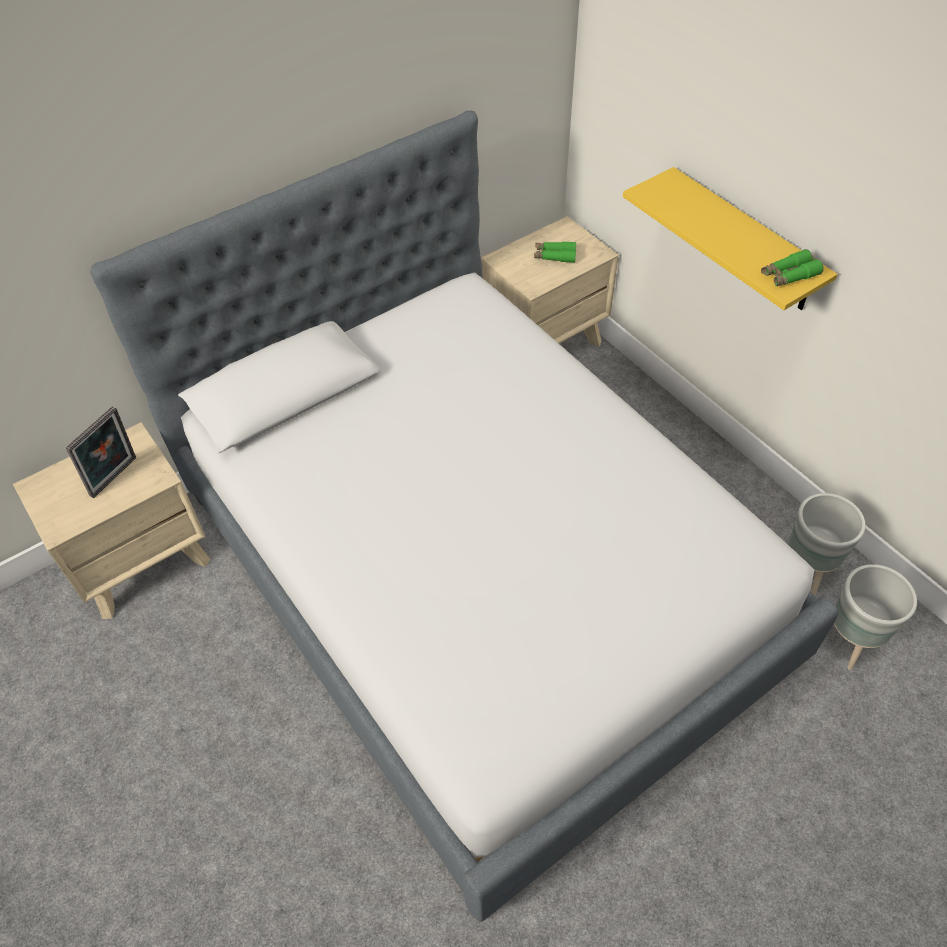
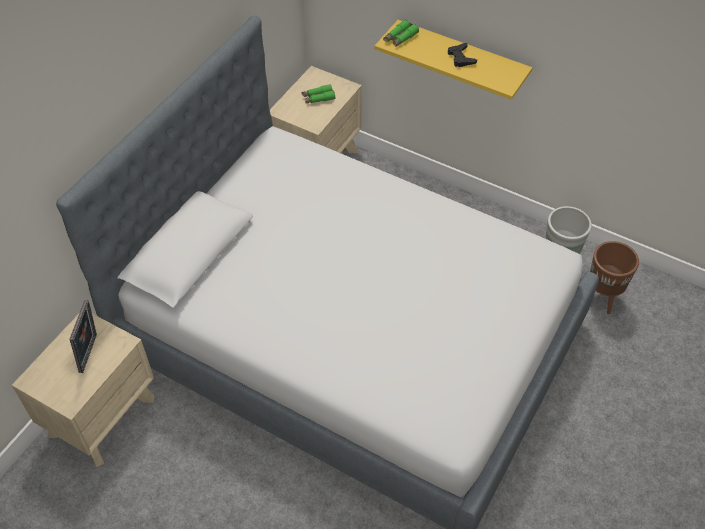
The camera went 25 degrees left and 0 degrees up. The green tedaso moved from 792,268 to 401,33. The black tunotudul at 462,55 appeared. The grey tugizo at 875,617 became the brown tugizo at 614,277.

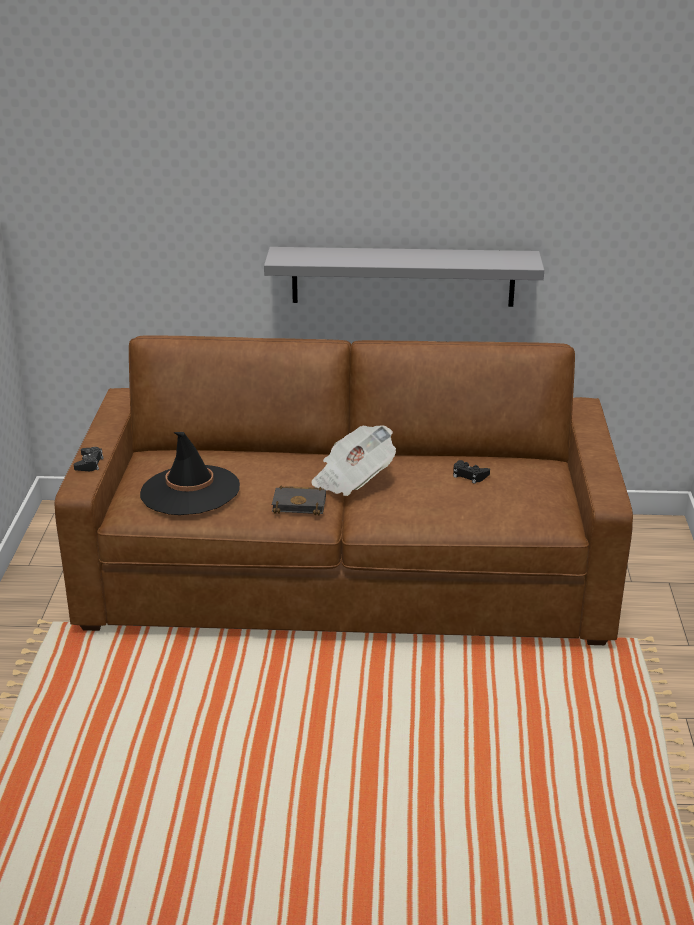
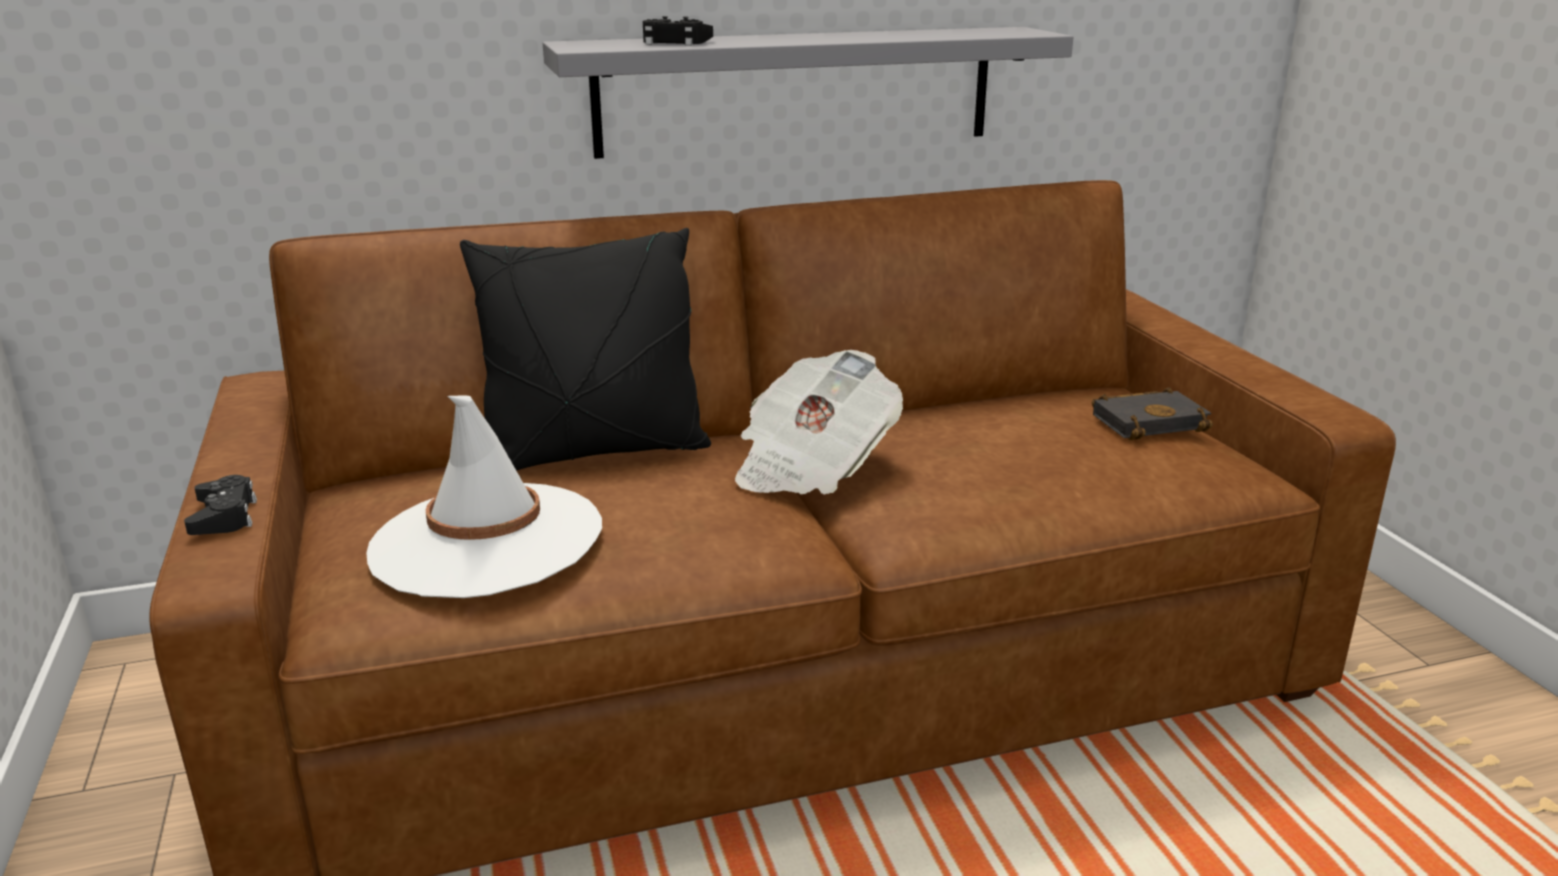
The camera went 20 degrees left and 5 degrees down. The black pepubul at 190,473 became the white pepubul at 484,496. The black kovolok at 585,349 appeared. The black tunotudul moved from 471,471 to 678,30. The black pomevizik moved from 299,500 to 1152,413.

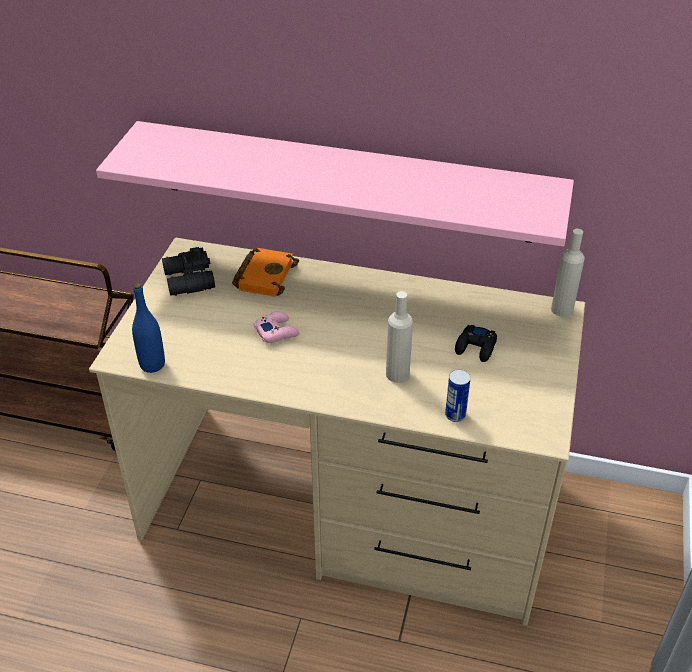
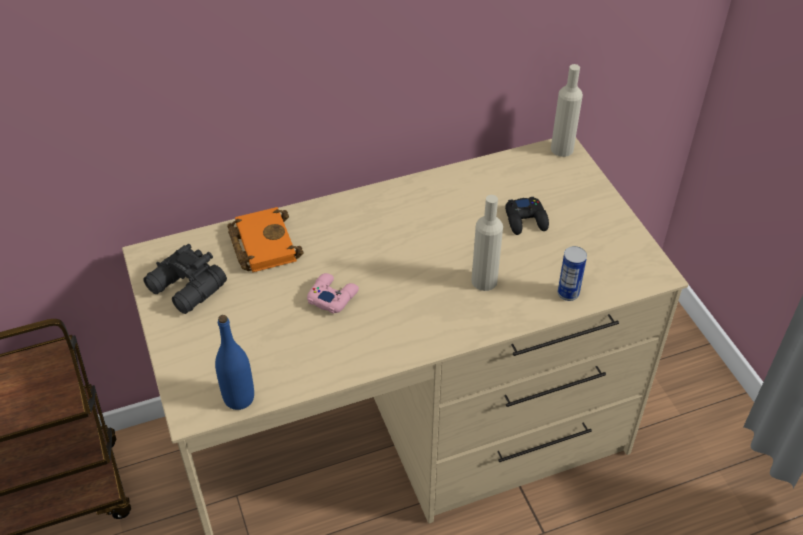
The camera went 35 degrees left and 5 degrees up. The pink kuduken at 335,184 disappeared.

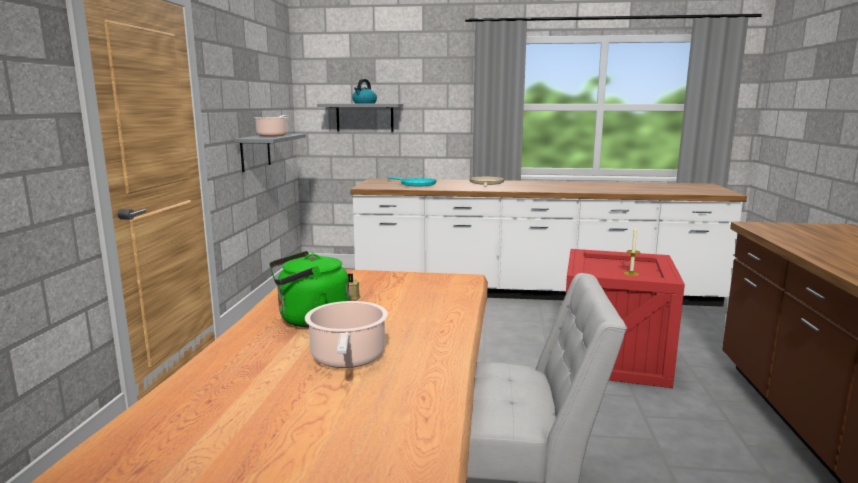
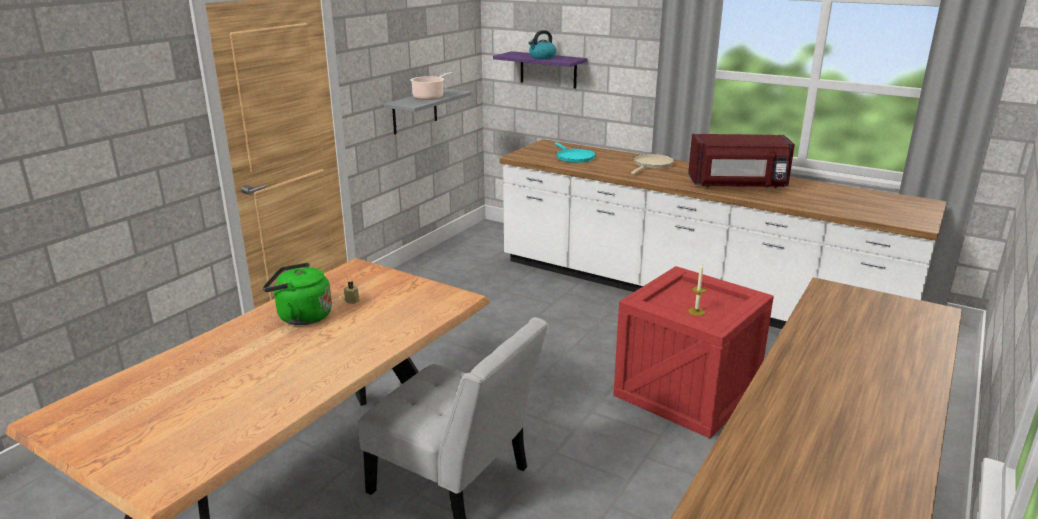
The camera went 25 degrees right and 10 degrees up. The grey kuduken at 360,118 became the purple kuduken at 540,70. The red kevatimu at 741,161 appeared. The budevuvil at 346,334 disappeared.

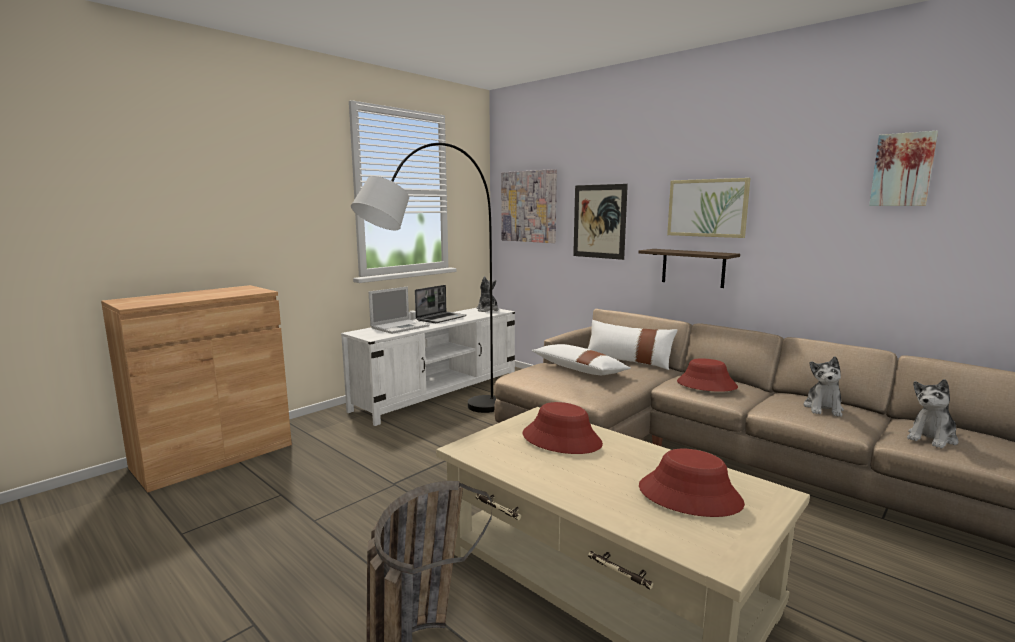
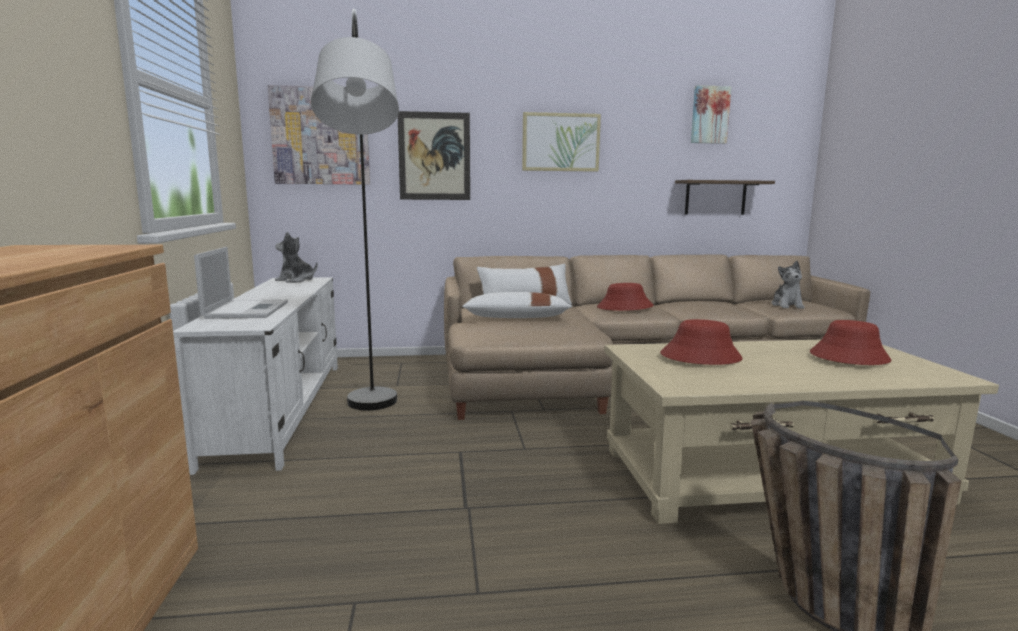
The camera went 50 degrees left and 0 degrees up. The kuduken moved from 689,268 to 725,197. The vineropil at 441,304 disappeared. The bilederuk at 824,386 disappeared.

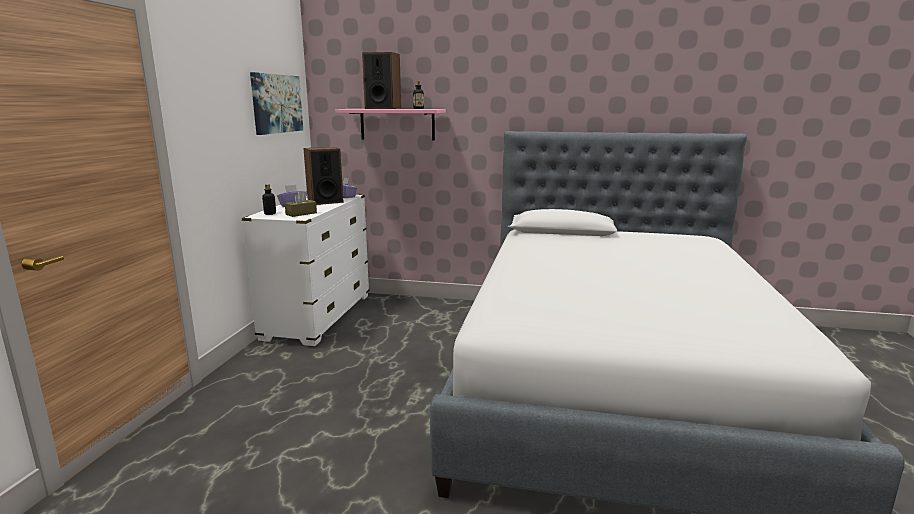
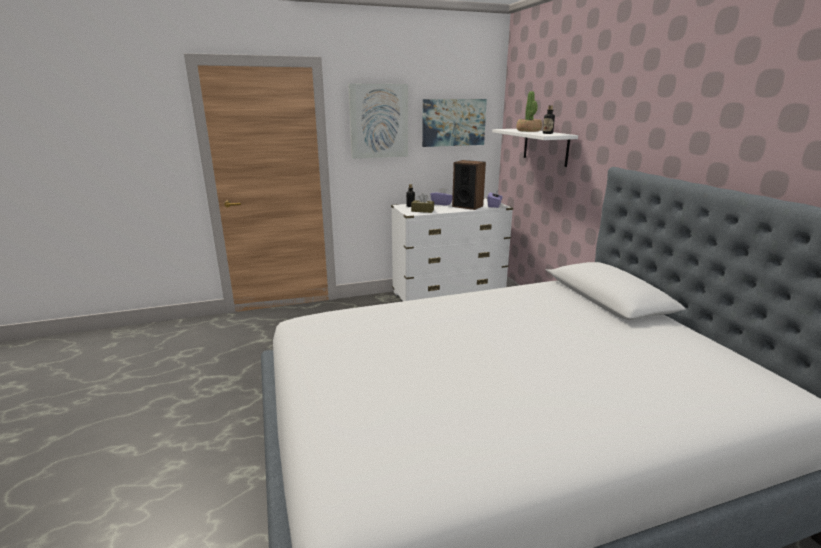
The camera went 60 degrees right and 5 degrees up. The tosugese at 378,121 appeared. The pink kuduken at 390,125 became the white kuduken at 535,148. The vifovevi at 381,80 was replaced by the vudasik at 529,111.

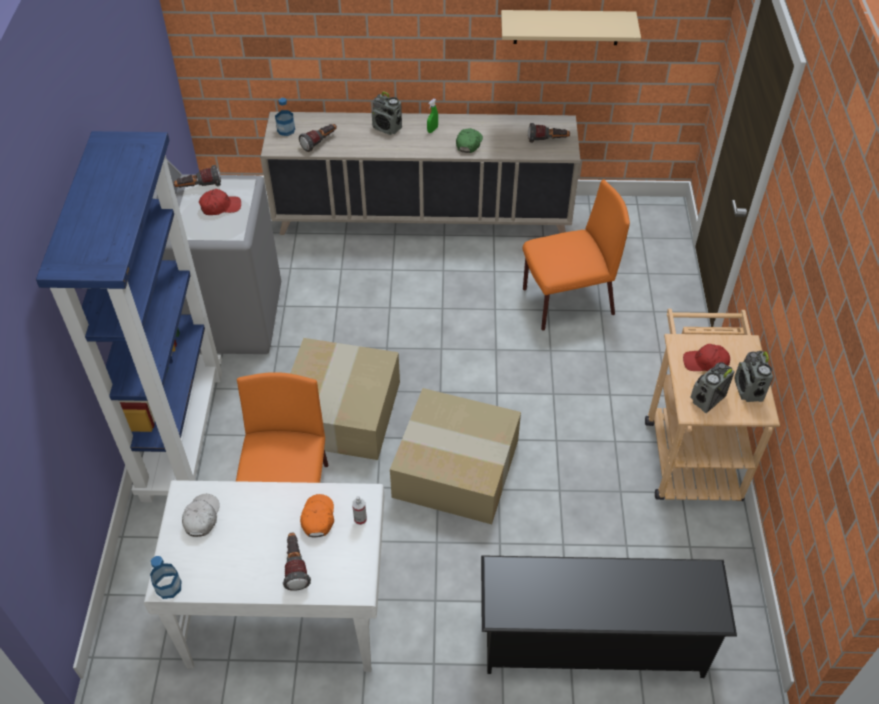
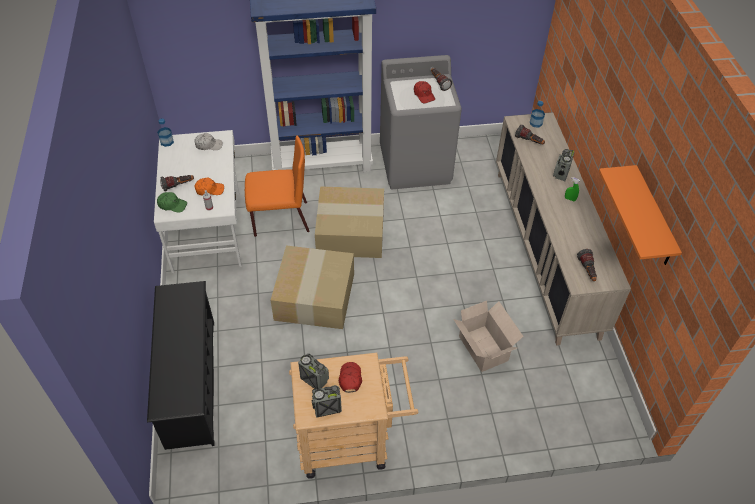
The camera went 80 degrees right and 0 degrees up. The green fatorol moved from 469,140 to 172,202. The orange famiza at 576,255 was replaced by the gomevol at 488,336. The beige kuduken at 571,27 became the orange kuduken at 640,215.

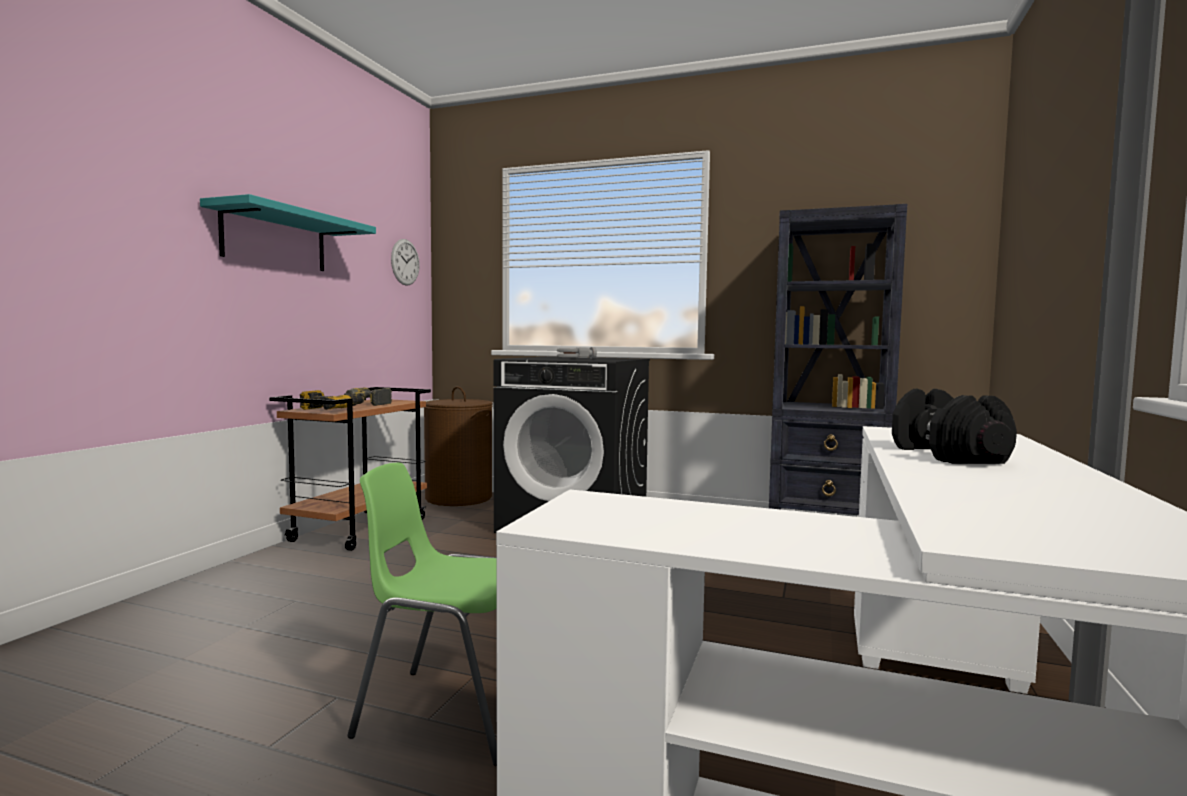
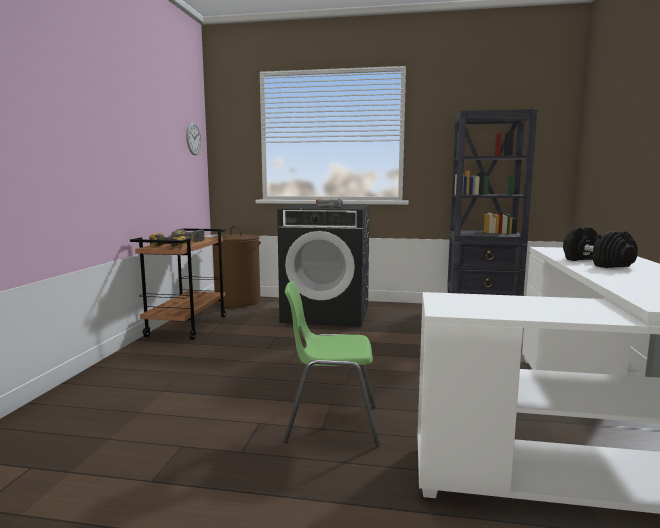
The camera went 10 degrees left and 5 degrees up. The turquoise kuduken at 288,232 disappeared.

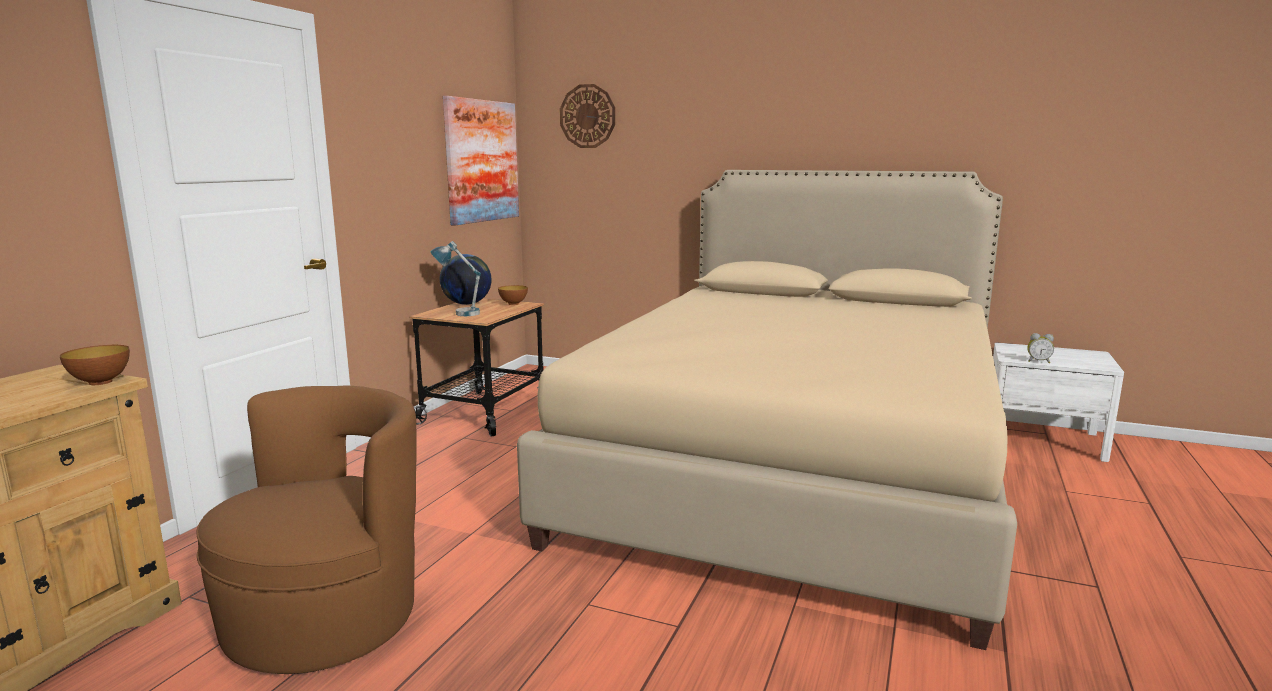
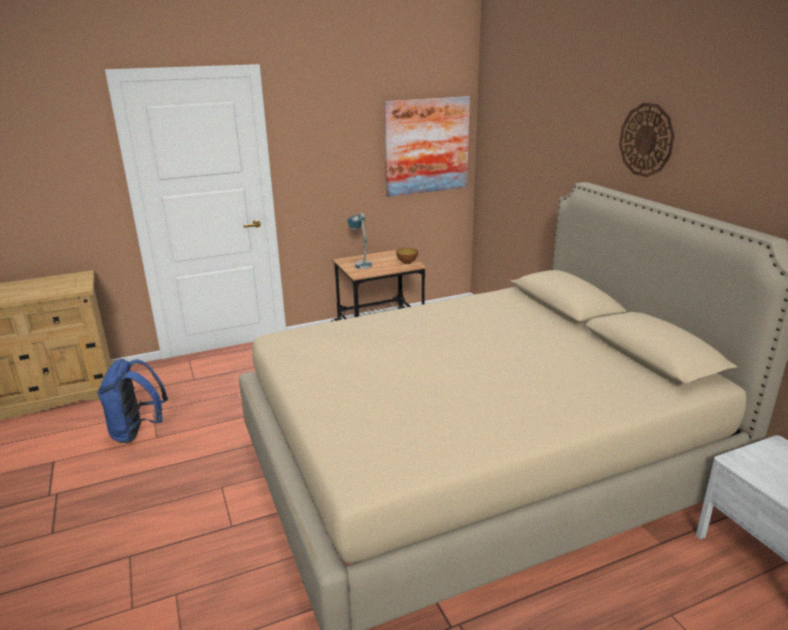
The camera went 45 degrees right and 10 degrees up. The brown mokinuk at 306,530 was replaced by the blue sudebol at 132,401. The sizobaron moved from 587,116 to 647,140. The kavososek at 95,365 disappeared. The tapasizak at 465,279 disappeared. The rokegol at 1040,348 disappeared.

